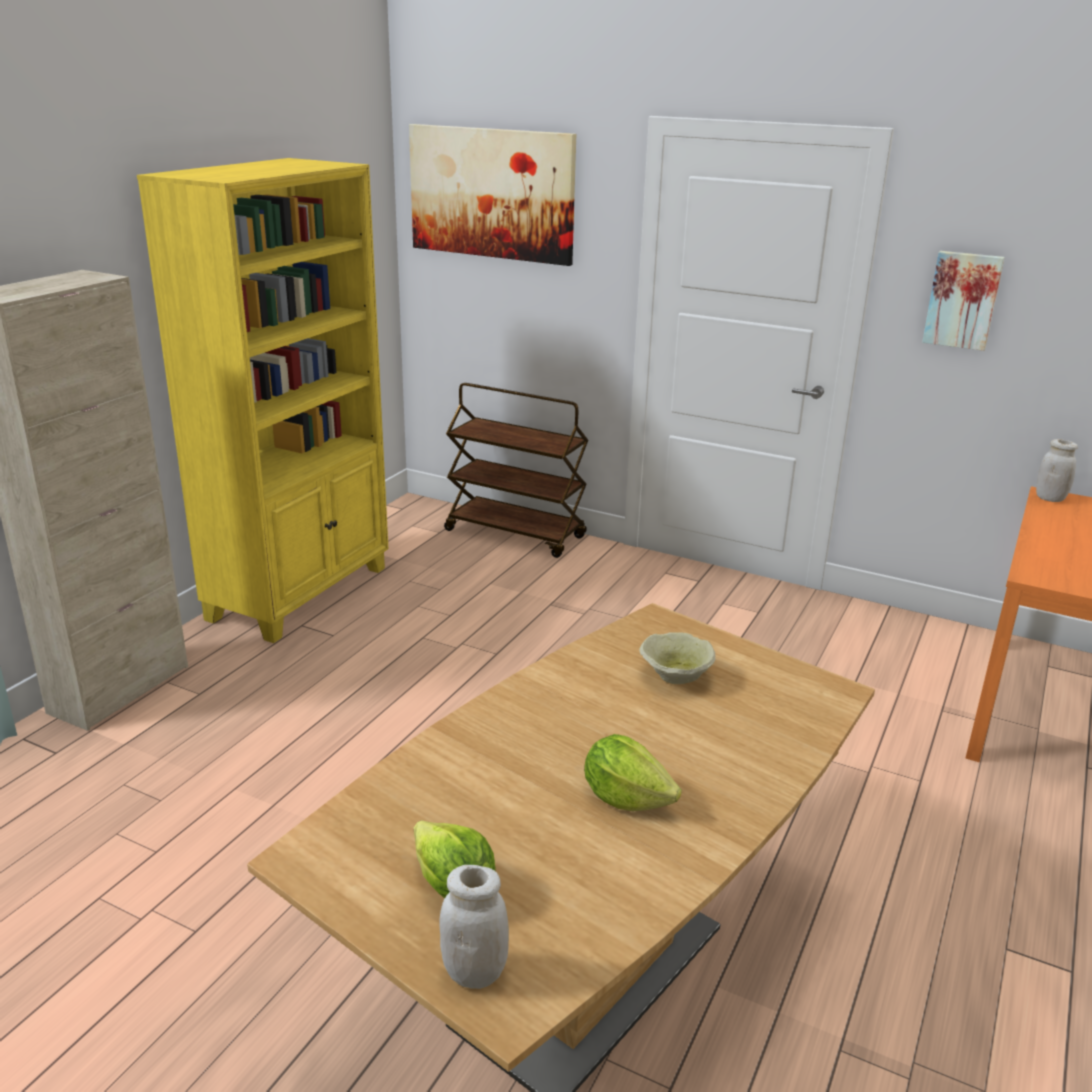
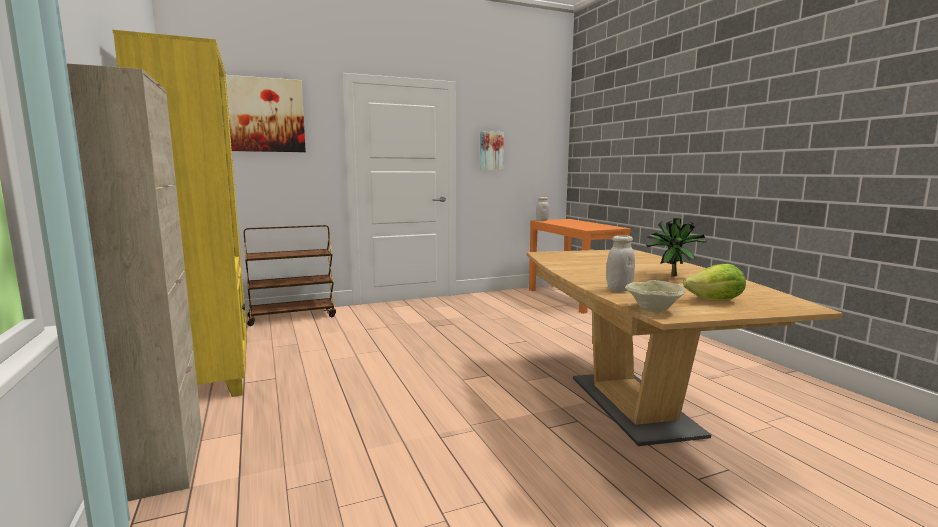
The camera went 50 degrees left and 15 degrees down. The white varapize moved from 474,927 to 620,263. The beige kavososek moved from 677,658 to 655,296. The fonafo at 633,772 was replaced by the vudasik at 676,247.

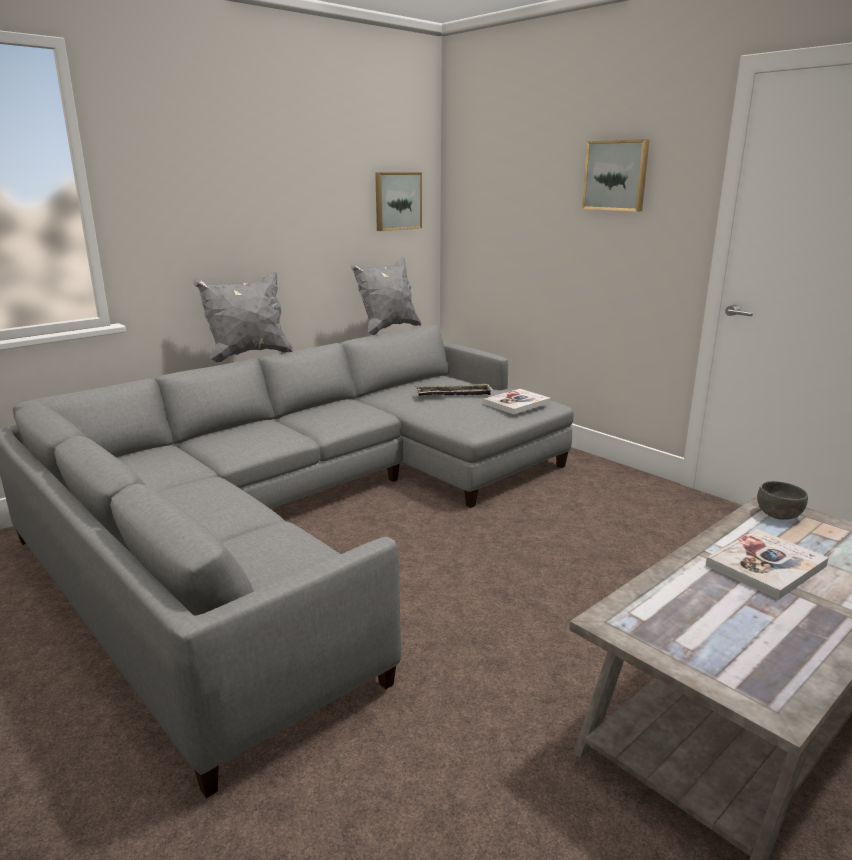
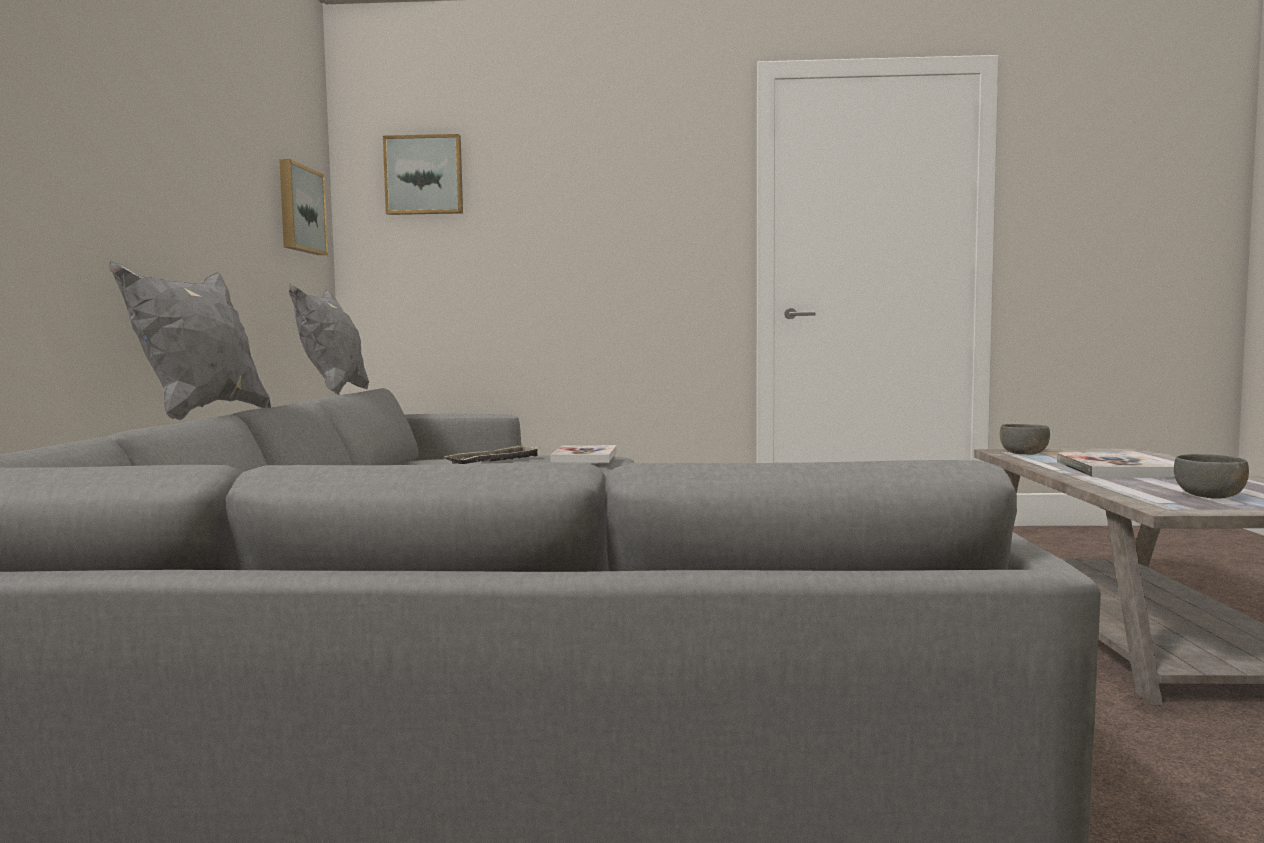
The camera went 45 degrees left and 15 degrees down. The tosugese moved from 616,175 to 423,174. The grey kavososek at 1211,476 appeared.

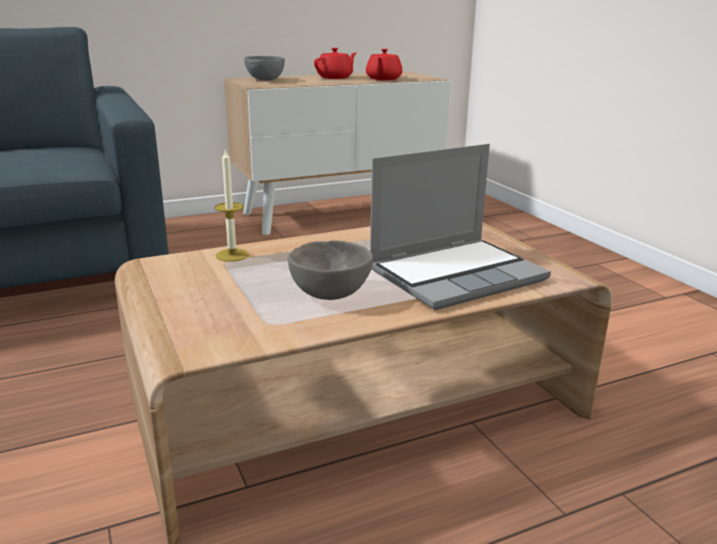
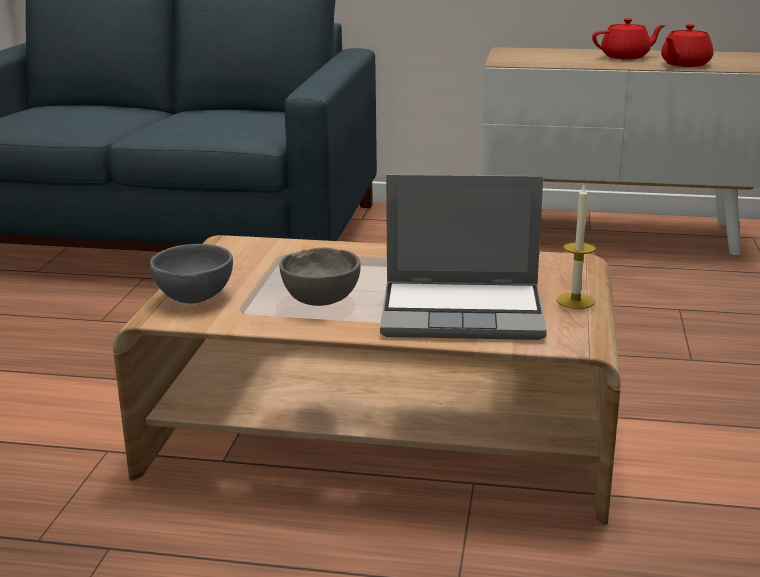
The camera went 35 degrees right and 0 degrees up. The grey kavososek moved from 264,68 to 191,274. The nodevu moved from 231,205 to 576,247.

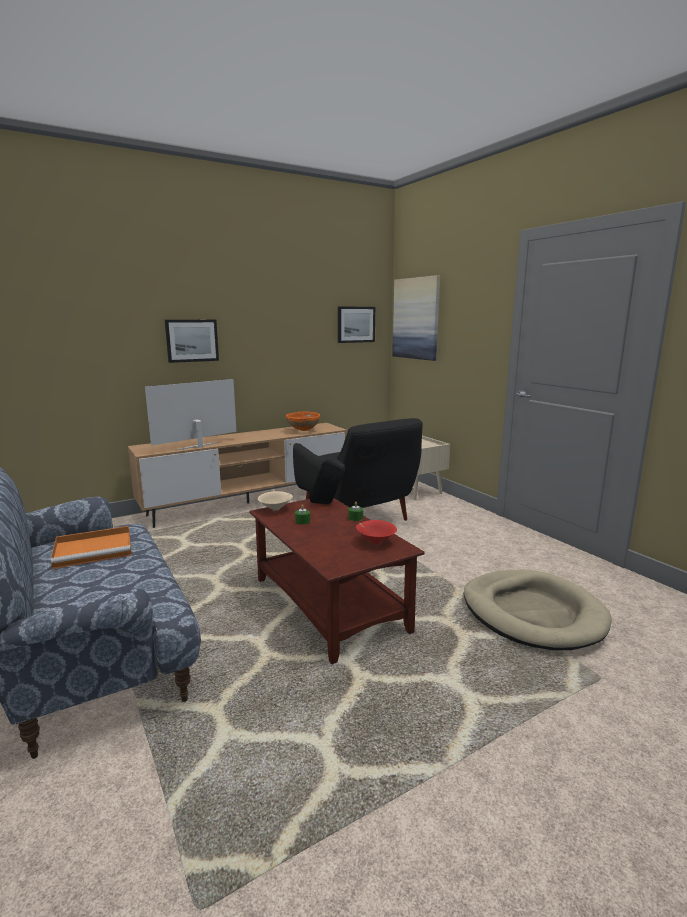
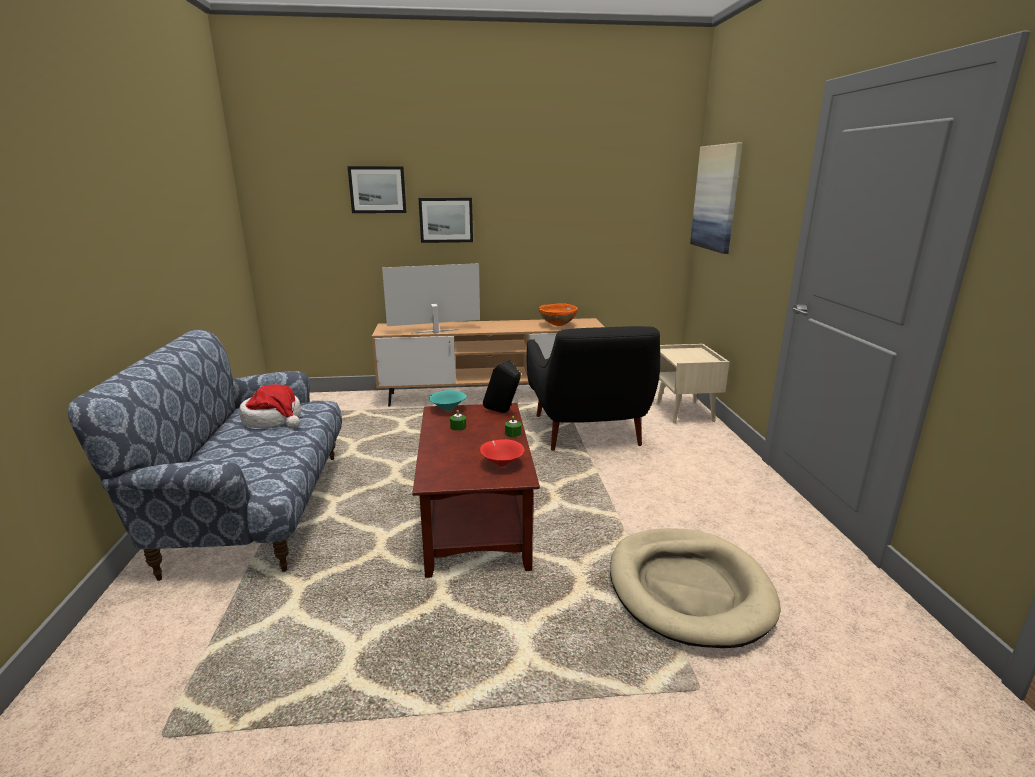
The camera went 25 degrees right and 5 degrees up. The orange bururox at 91,547 was replaced by the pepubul at 270,406. The tosugese moved from 356,324 to 377,189. The beige kavososek at 275,501 became the turquoise kavososek at 448,400.

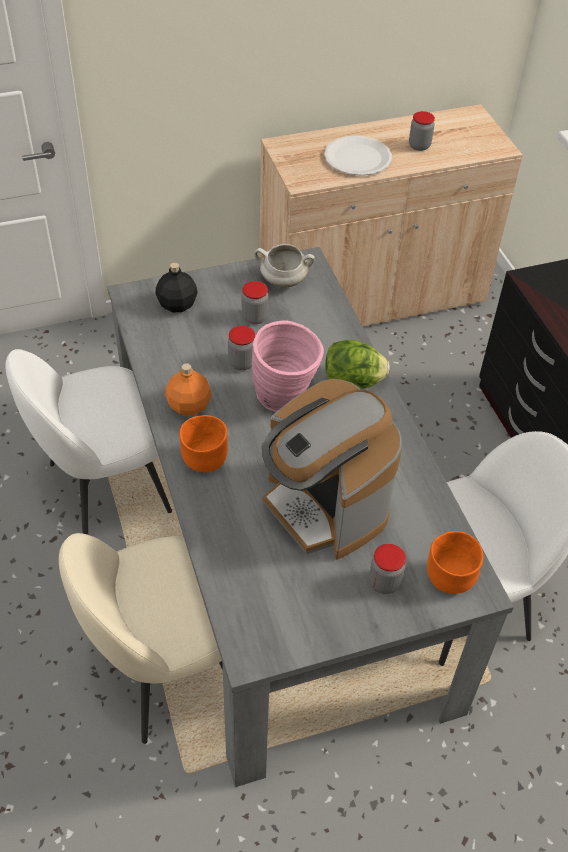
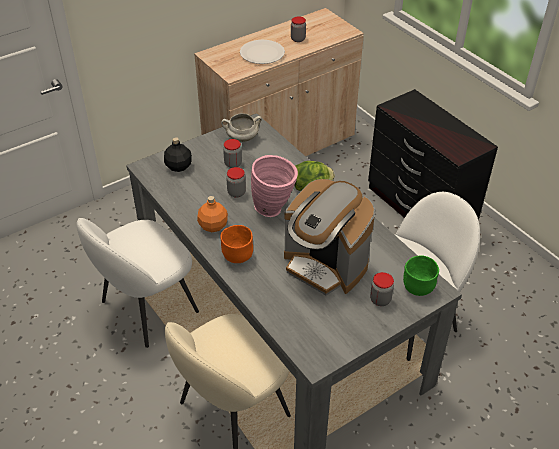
The camera went 15 degrees left and 5 degrees down. The orange kavososek at 455,562 became the green kavososek at 421,275.

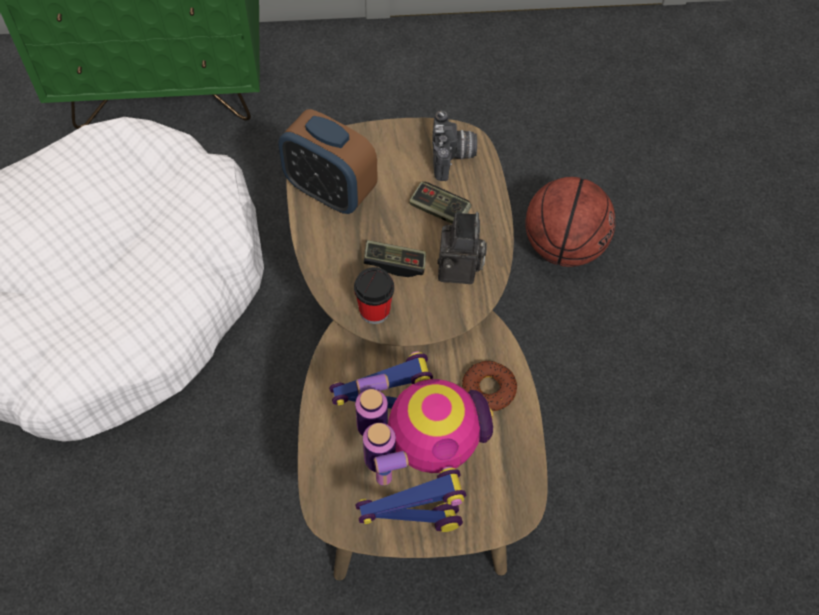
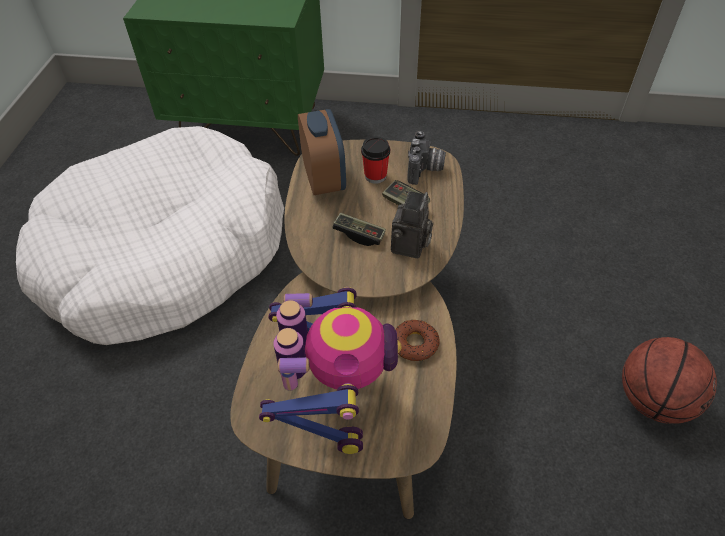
The camera went 15 degrees right and 10 degrees down. The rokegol at 328,161 turned 150 degrees counterclockwise. The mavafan moved from 374,295 to 375,160. The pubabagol moved from 571,222 to 669,380.

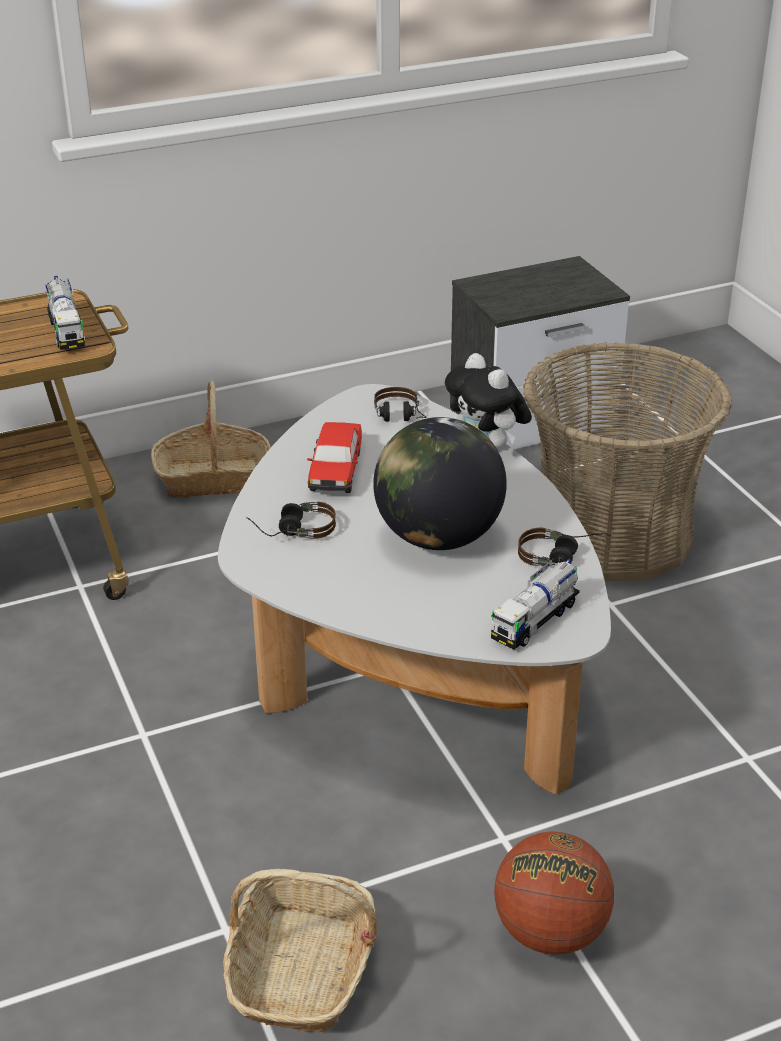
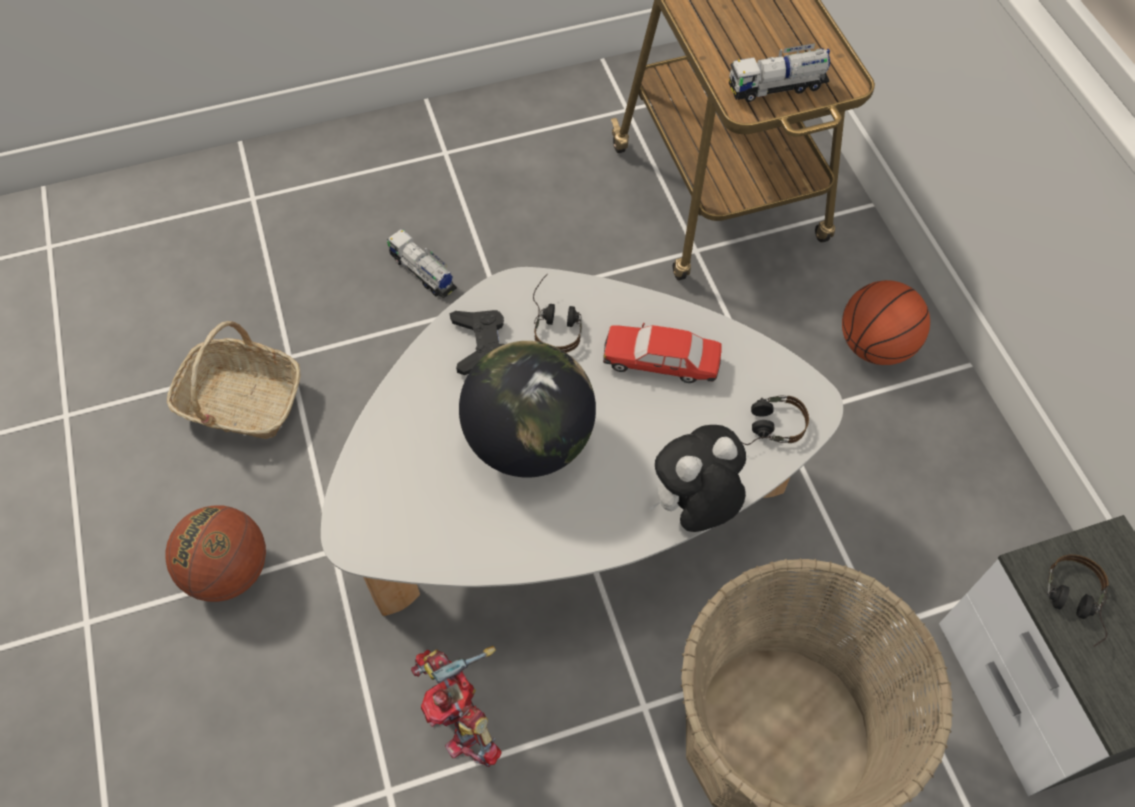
The camera went 95 degrees right and 25 degrees up. The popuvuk moved from 535,604 to 422,263. The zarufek at 456,706 appeared. The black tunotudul at 477,342 appeared. The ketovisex at 211,439 was replaced by the pubabagol at 886,322. The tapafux moved from 564,547 to 1078,600.

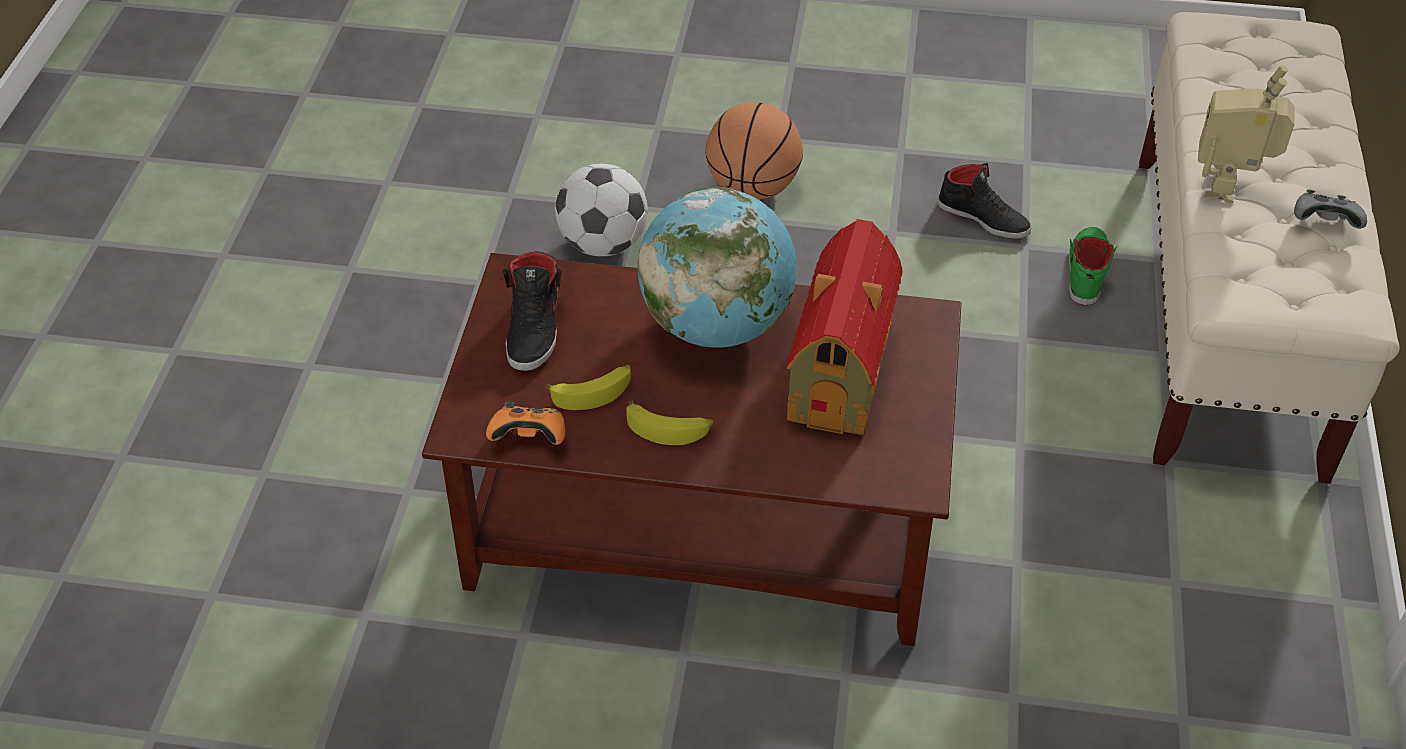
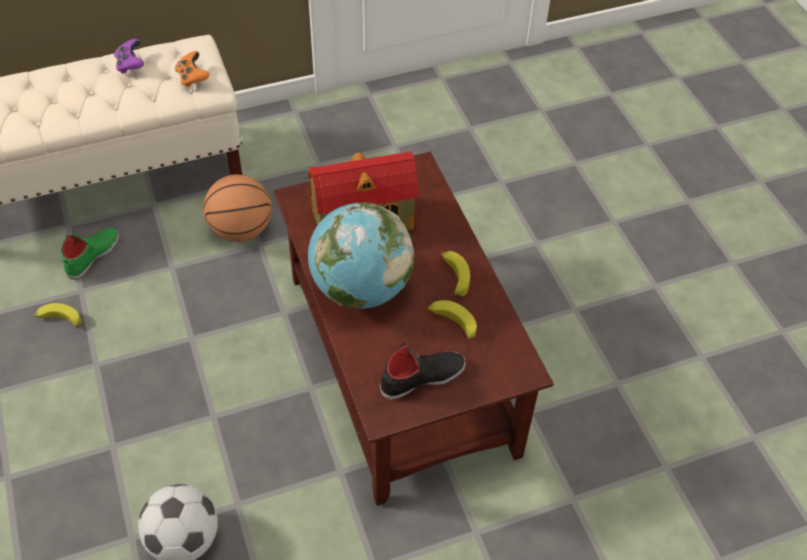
The camera went 120 degrees left and 5 degrees up. The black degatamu at 984,201 was replaced by the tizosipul at 58,315. The green degatamu at 1093,266 turned 135 degrees clockwise. The grey tunotudul at 1330,209 became the purple tunotudul at 129,56. The orange tunotudul moved from 525,423 to 192,69. The pubabagol moved from 754,151 to 237,208. The zarufek at 1246,134 disappeared.

